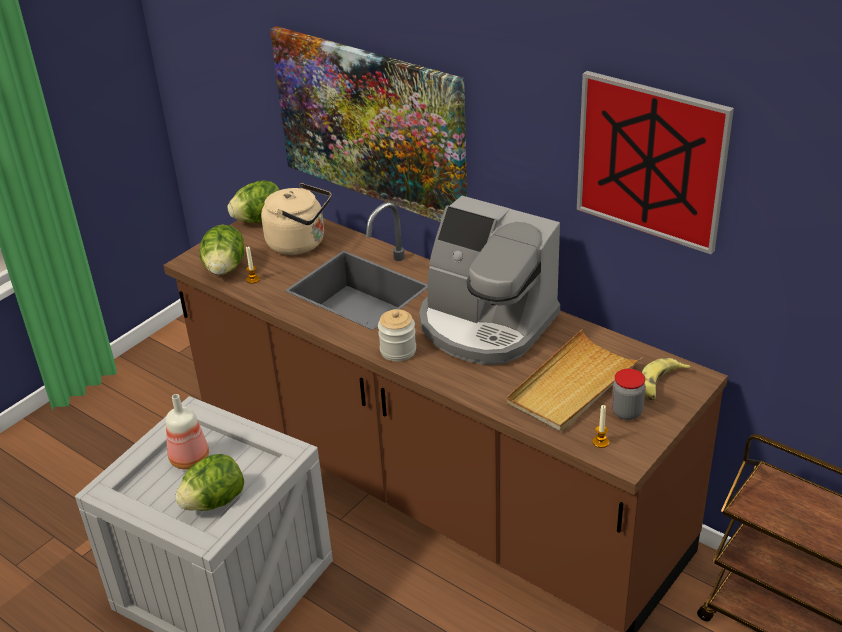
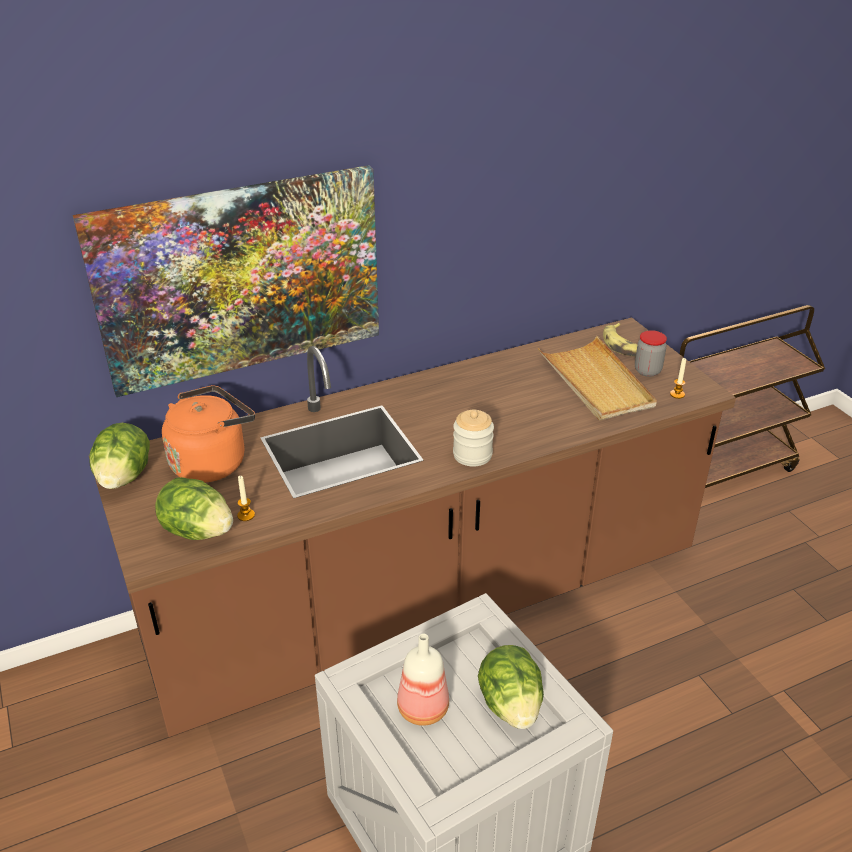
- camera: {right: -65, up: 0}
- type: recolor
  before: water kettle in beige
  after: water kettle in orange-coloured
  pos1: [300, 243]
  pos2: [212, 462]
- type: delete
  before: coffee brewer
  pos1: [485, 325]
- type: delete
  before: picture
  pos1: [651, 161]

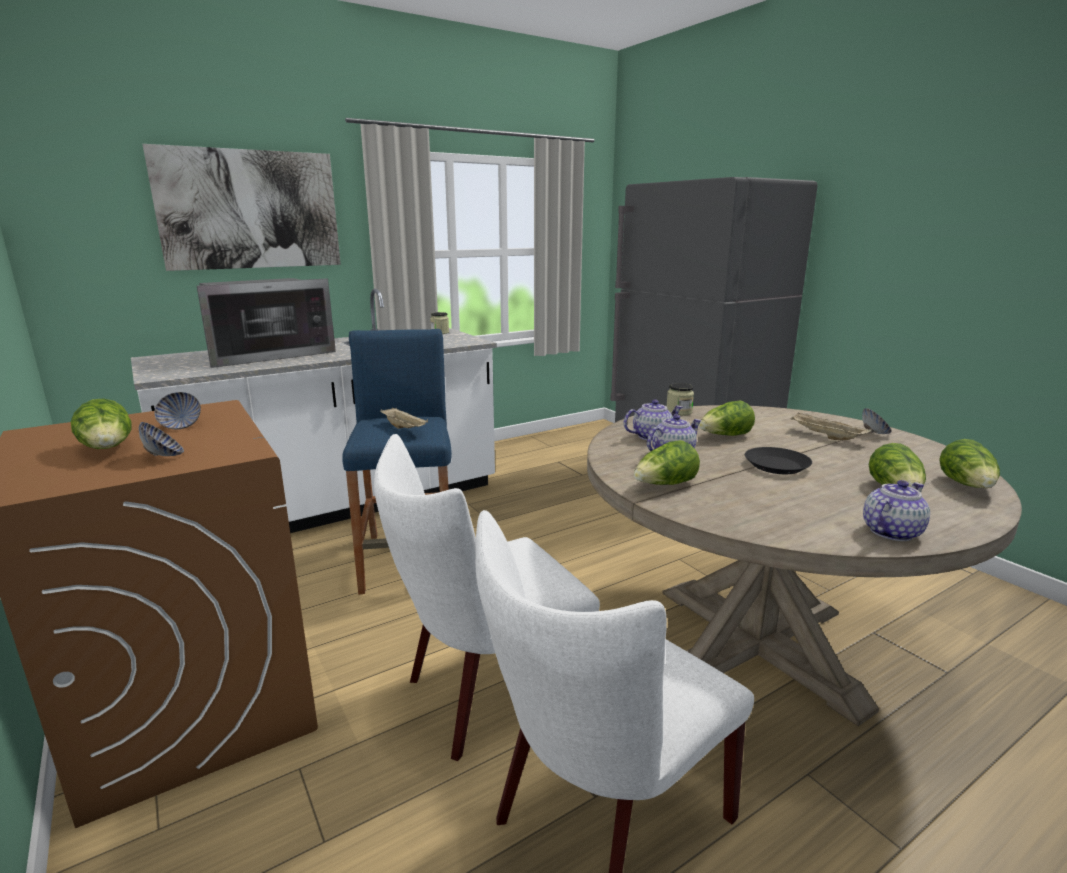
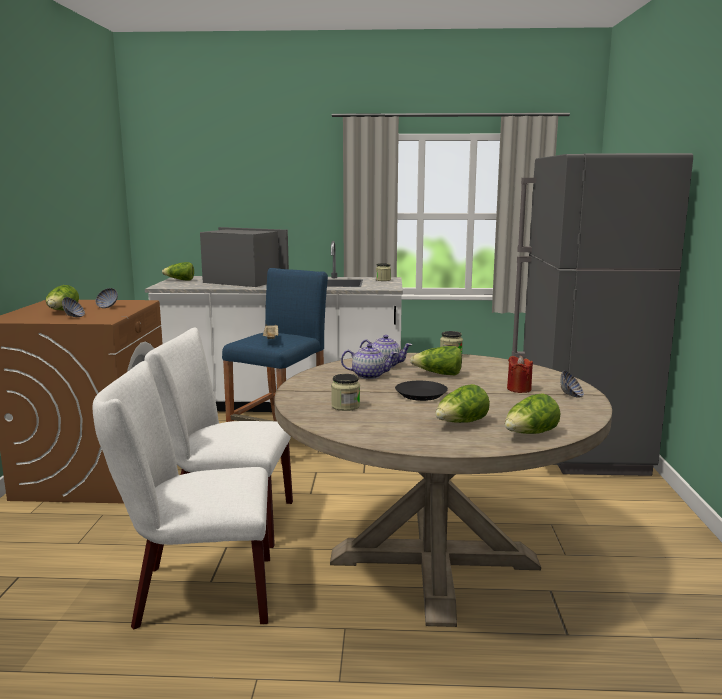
- camera: {right: 35, up: -5}
- type: move
  before: lettuce
  pos1: [665, 485]
  pos2: [180, 280]
- type: rotate
  before: kitchen microwave
  pos1: [267, 354]
  pos2: [242, 281]
  turn: -150
- type: insert
  after: storage jar
  pos2: [345, 406]
- type: replace
  before: carrying tray in beige
  after: wax light in red
  pos1: [825, 436]
  pos2: [519, 389]
- type: delete
  before: picture
  pos1: [250, 210]
- type: delete
  before: pot for tea
  pos1: [891, 531]

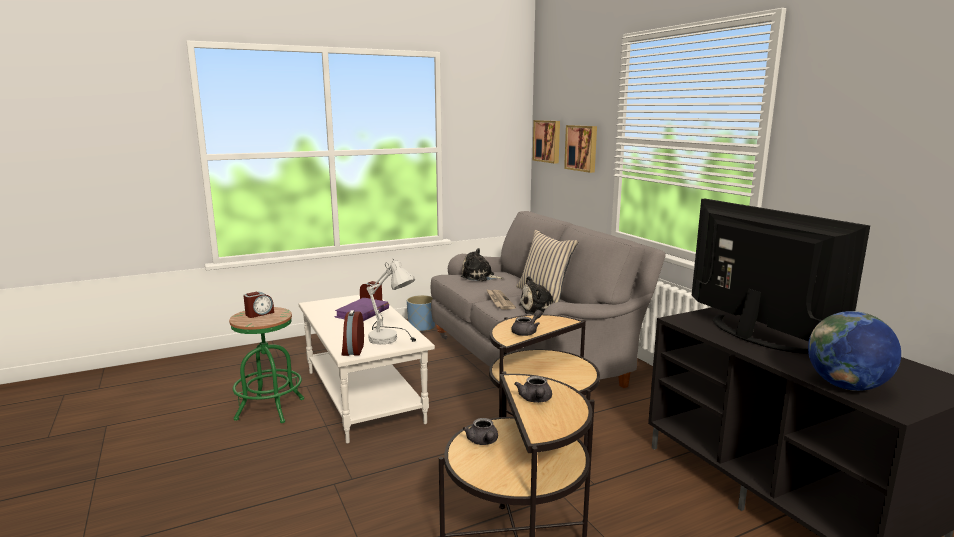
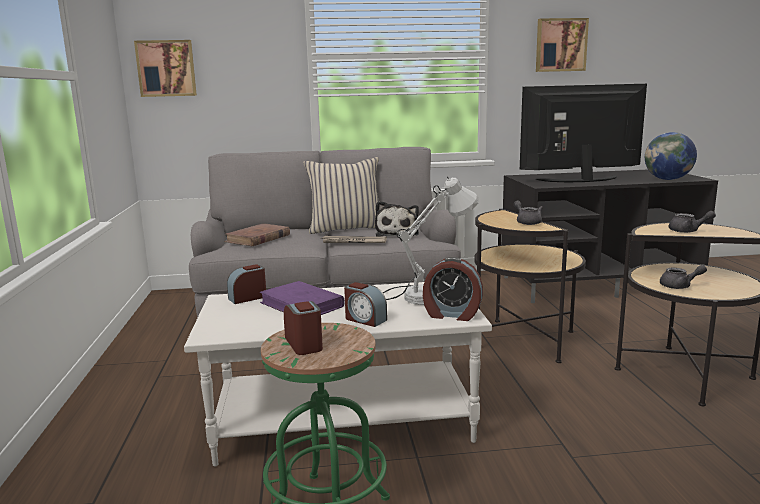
- camera: {right: -70, up: 0}
- type: replace
  before: soft toy
  after: bound book in brownish
  pos1: [479, 277]
  pos2: [258, 238]
- type: insert
  after: bedside clock
  pos2: [365, 319]
- type: move
  before: picture
  pos1: [582, 148]
  pos2: [560, 45]
- type: delete
  before: plant pot in blue-coloured
  pos1: [422, 327]

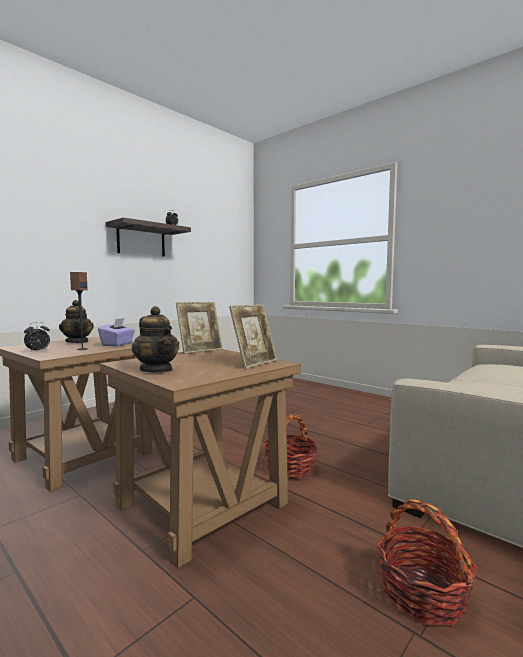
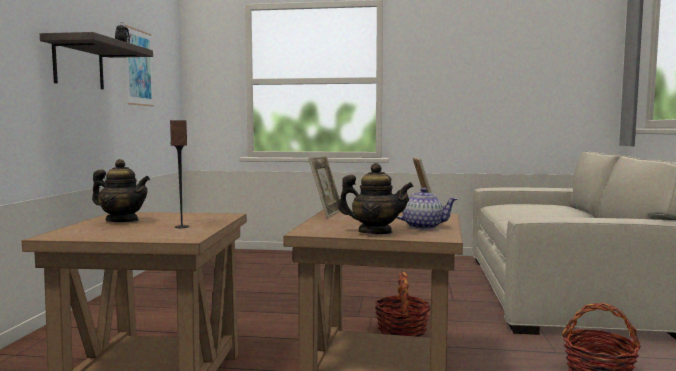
- camera: {right: -35, up: 0}
- type: insert
  after: picture
  pos2: [139, 68]
- type: insert
  after: pot for tea
  pos2: [423, 226]
- type: delete
  before: bedside clock
  pos1: [38, 351]
- type: delete
  before: box of tissues in purple
  pos1: [118, 344]

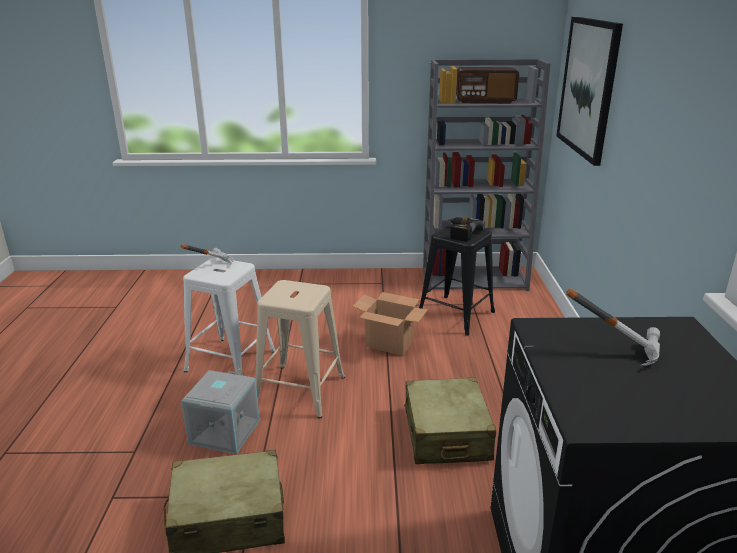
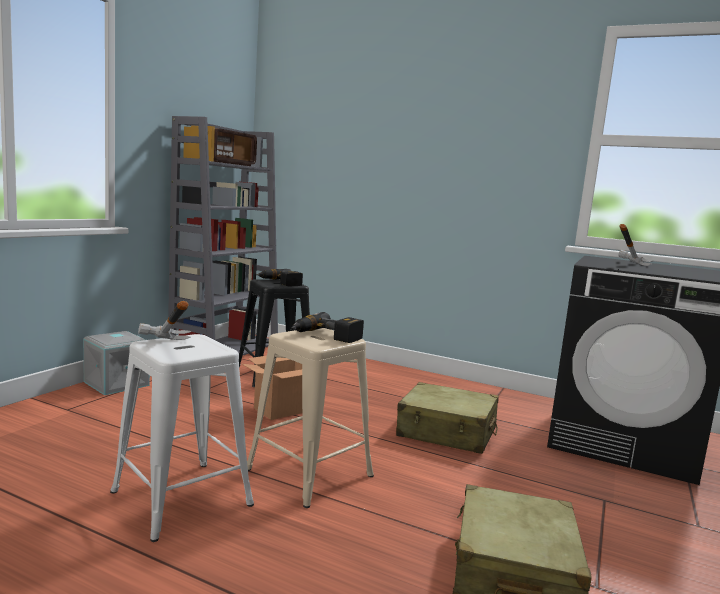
- camera: {right: -65, up: -15}
- type: move
  before: storage box in grey
  pos1: [224, 431]
  pos2: [115, 384]
- type: insert
  after: electric drill
  pos2: [326, 337]
- type: delete
  before: picture
  pos1: [588, 87]

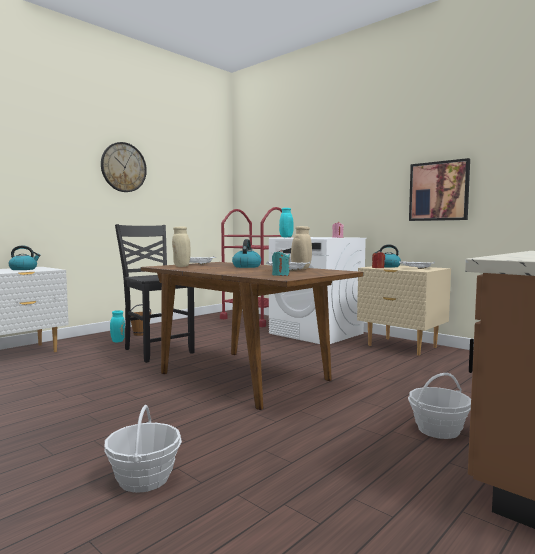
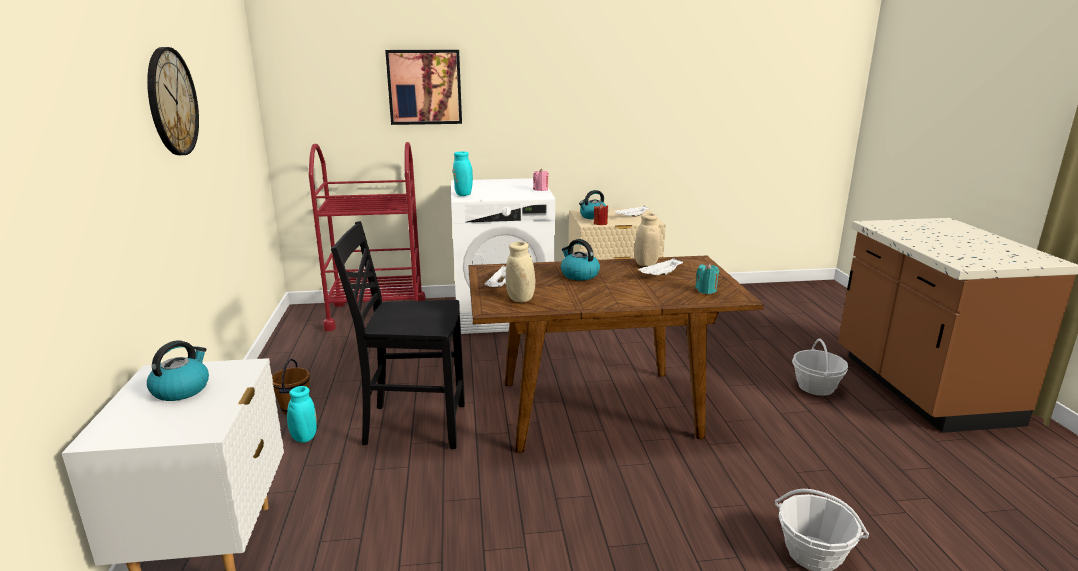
- camera: {right: -50, up: 15}
- type: move
  before: picture
  pos1: [439, 191]
  pos2: [424, 87]

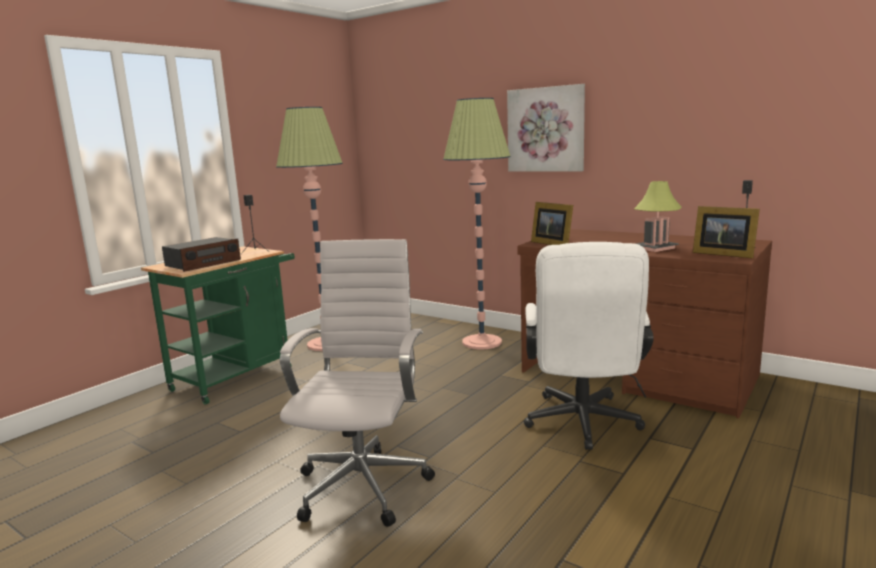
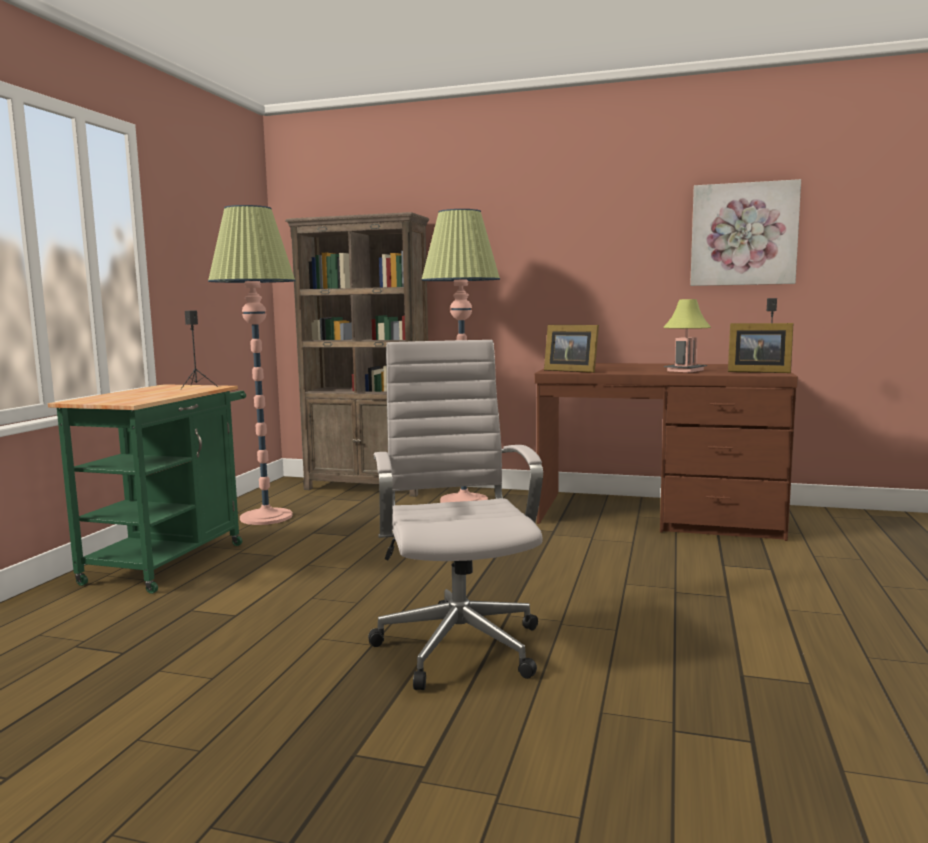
- camera: {right: -20, up: -5}
- type: insert
  after: bookshelf in brownish
  pos2: [368, 487]
- type: move
  before: picture
  pos1: [546, 129]
  pos2: [743, 234]
- type: delete
  before: radio
  pos1: [203, 263]
- type: delete
  before: office chair in white-coloured
  pos1: [582, 425]

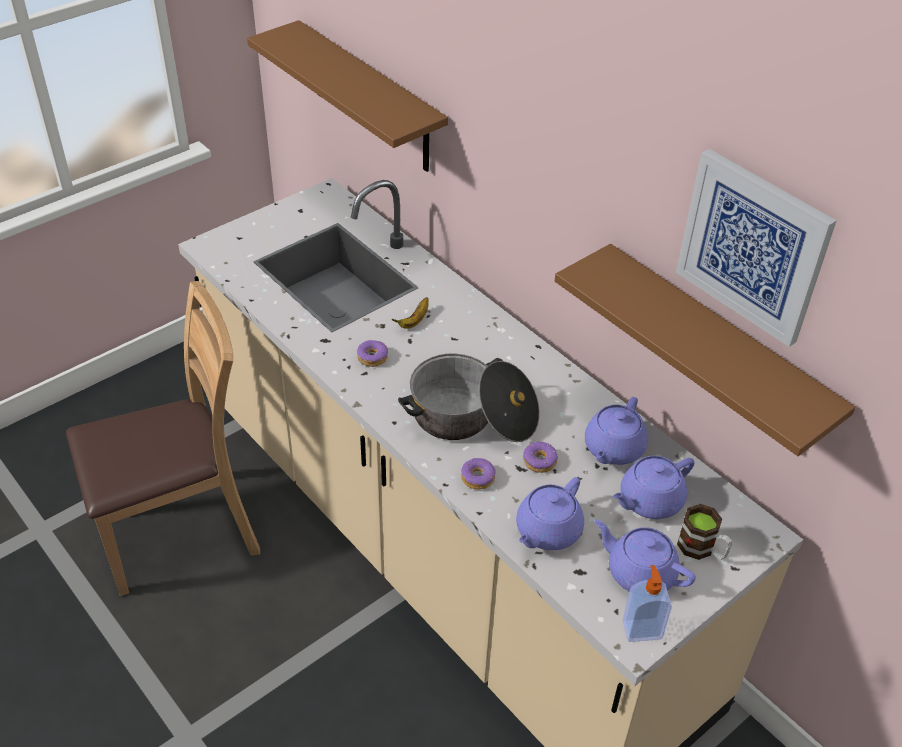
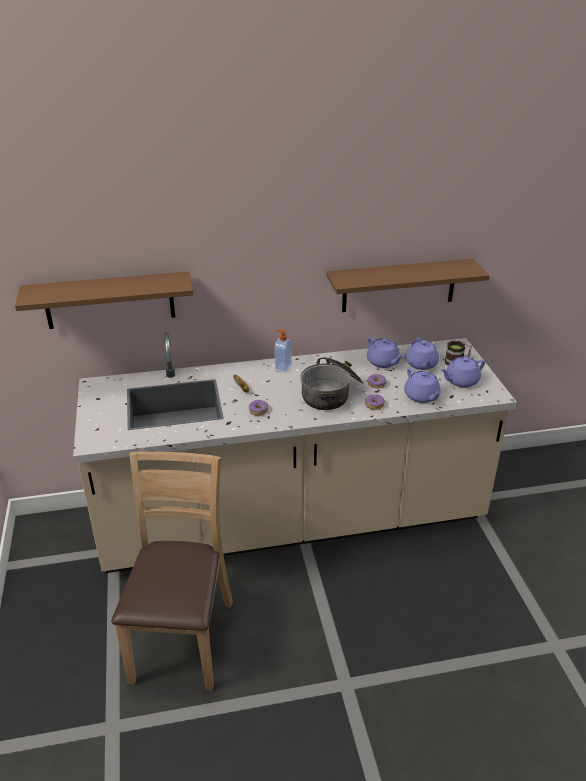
- camera: {right: -60, up: -10}
- type: move
  before: liquid soap bottle
  pos1: [641, 628]
  pos2: [282, 367]
- type: delete
  before: picture
  pos1: [753, 246]

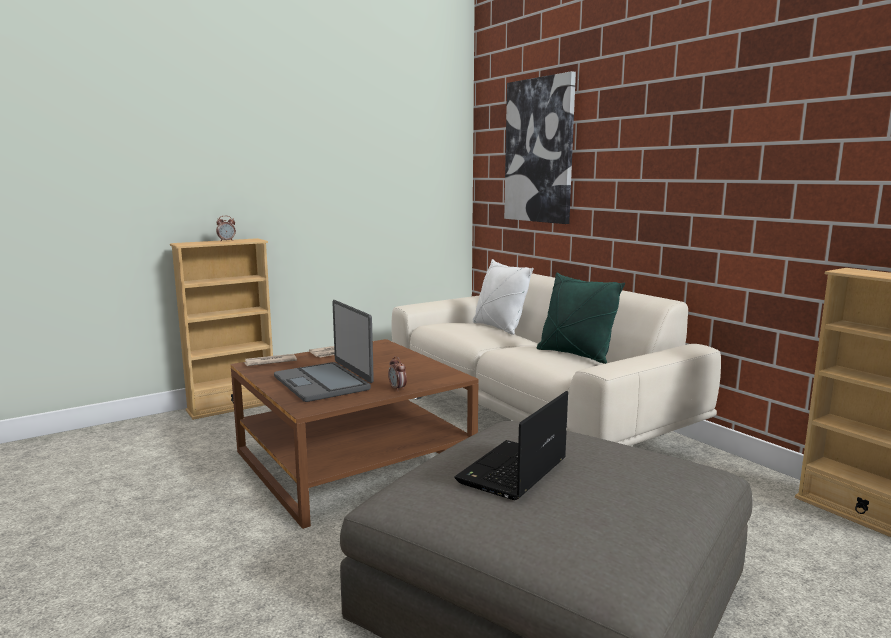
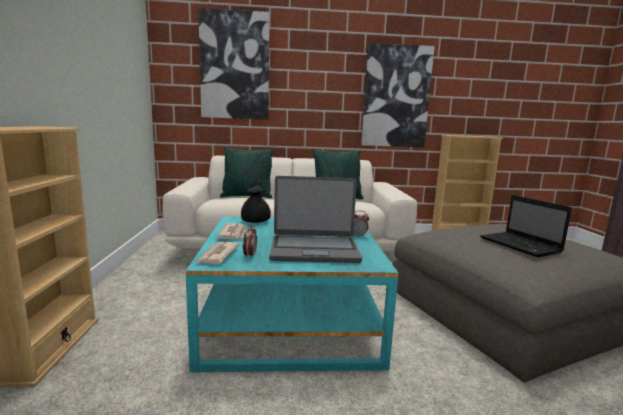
- camera: {right: -60, up: 0}
- type: recolor
  before: coffee table in brownish
  after: coffee table in turquoise-coloured
  pos1: [353, 462]
  pos2: [290, 319]
- type: recolor
  before: cushion in white-coloured
  after: cushion in greenish
  pos1: [499, 328]
  pos2: [247, 197]
- type: insert
  after: pot for tea in blackish
  pos2: [256, 220]
- type: move
  before: bedside clock
  pos1: [226, 241]
  pos2: [250, 256]
- type: insert
  after: picture
  pos2: [396, 97]

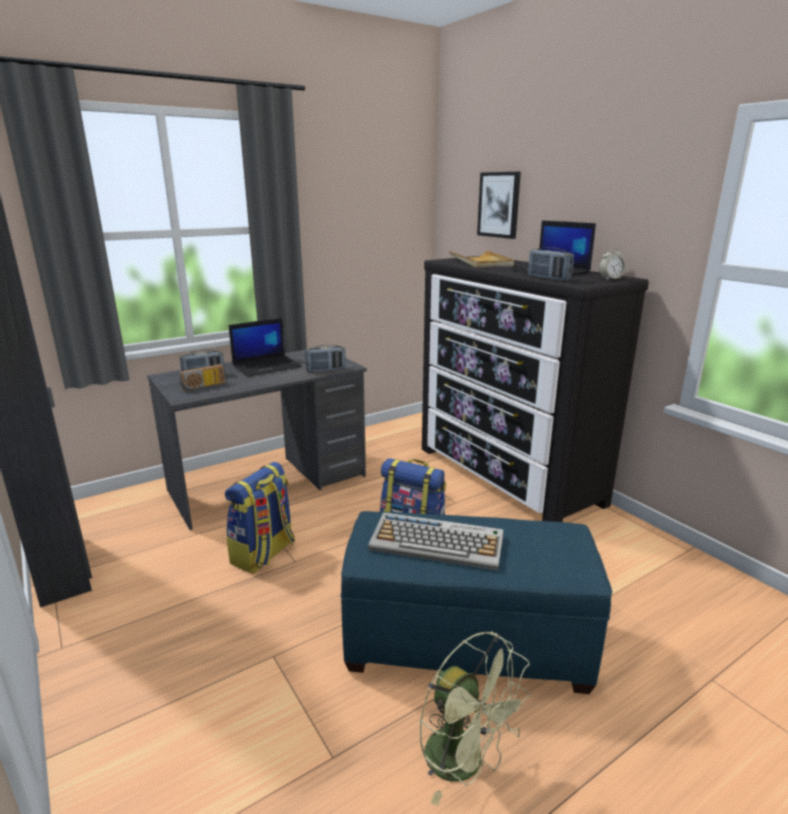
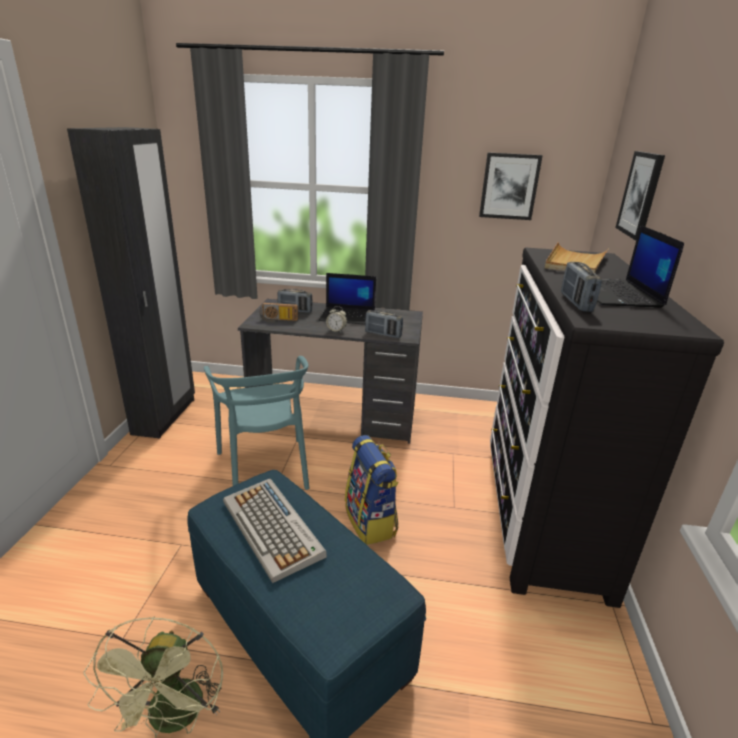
- camera: {right: 40, up: 5}
- type: replace
  before: backpack
  after: chair in turquoise-coloured
  pos1: [264, 554]
  pos2: [265, 468]
- type: move
  before: bedside clock
  pos1: [610, 279]
  pos2: [336, 330]
- type: insert
  after: picture
  pos2: [509, 186]

